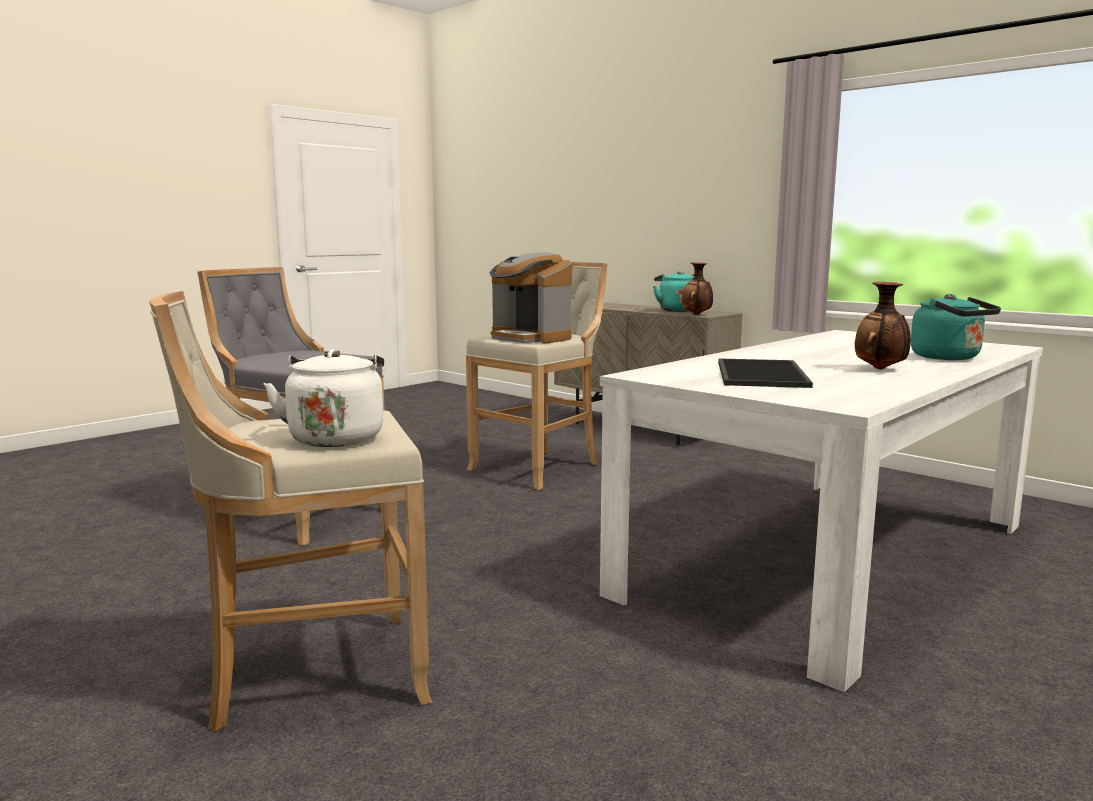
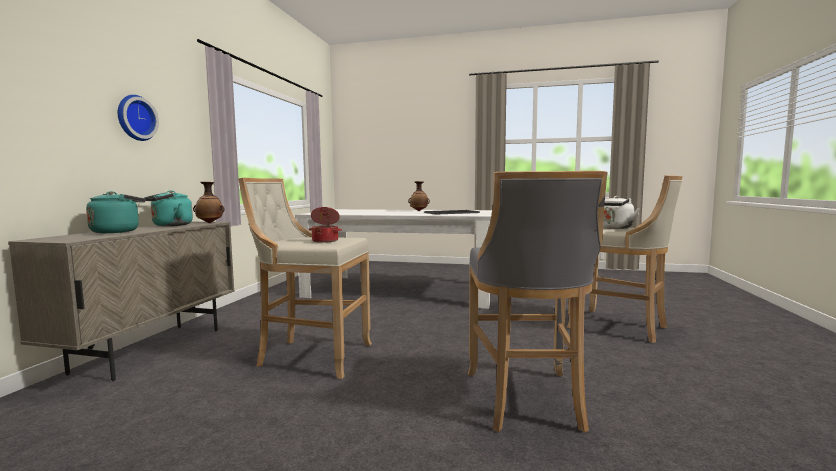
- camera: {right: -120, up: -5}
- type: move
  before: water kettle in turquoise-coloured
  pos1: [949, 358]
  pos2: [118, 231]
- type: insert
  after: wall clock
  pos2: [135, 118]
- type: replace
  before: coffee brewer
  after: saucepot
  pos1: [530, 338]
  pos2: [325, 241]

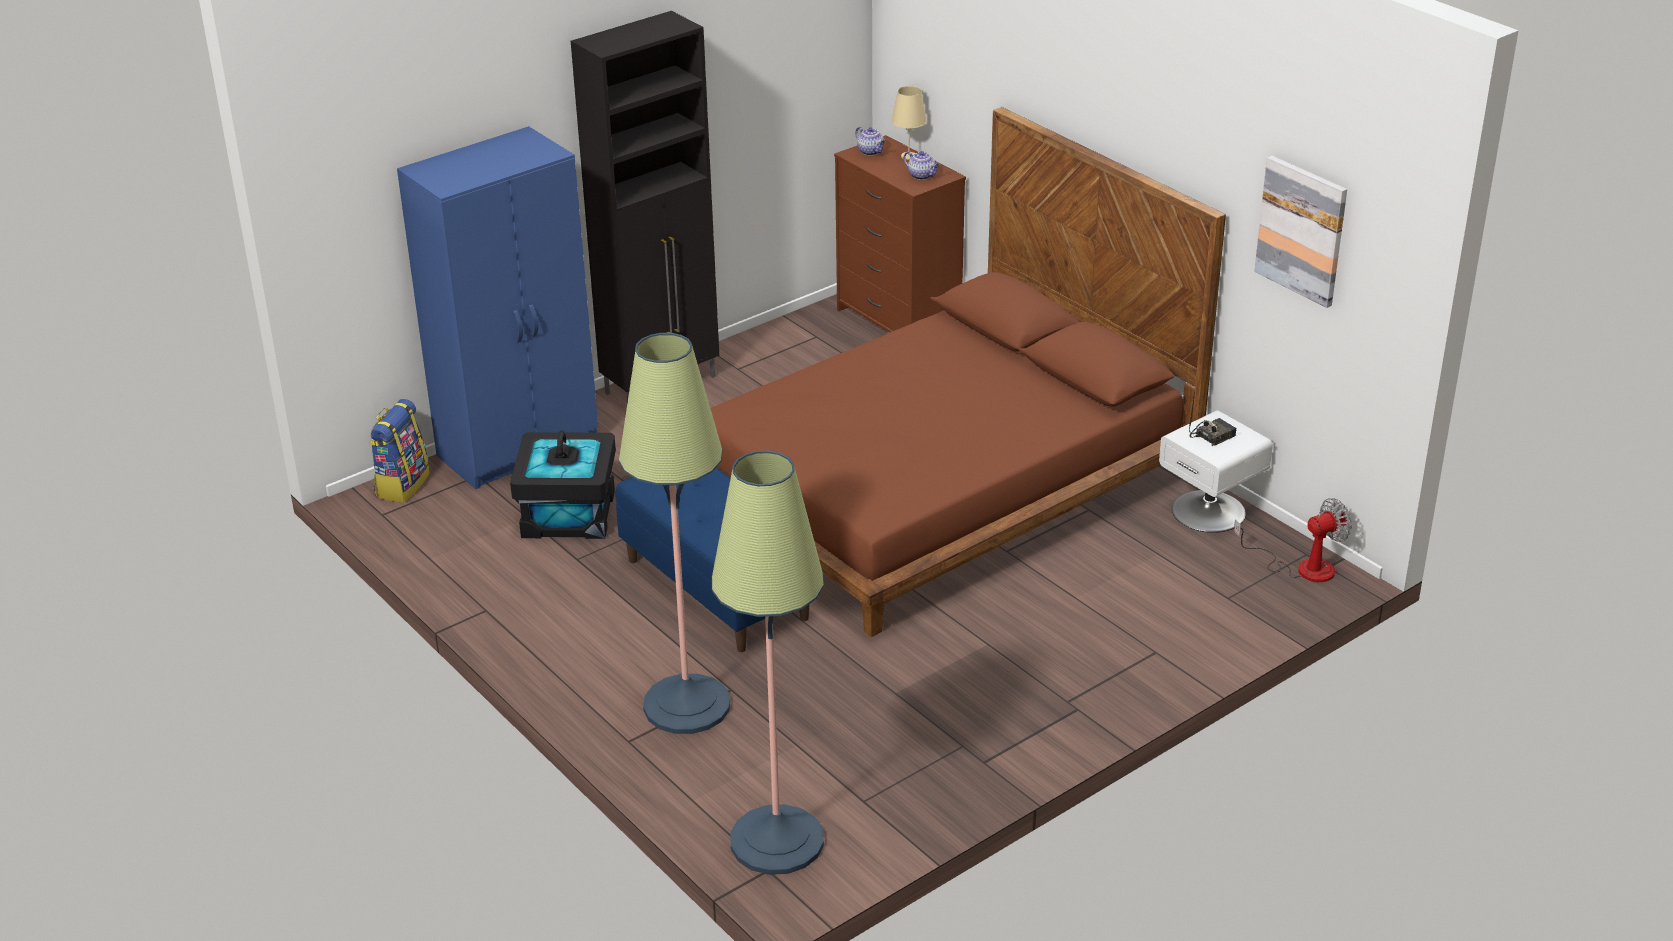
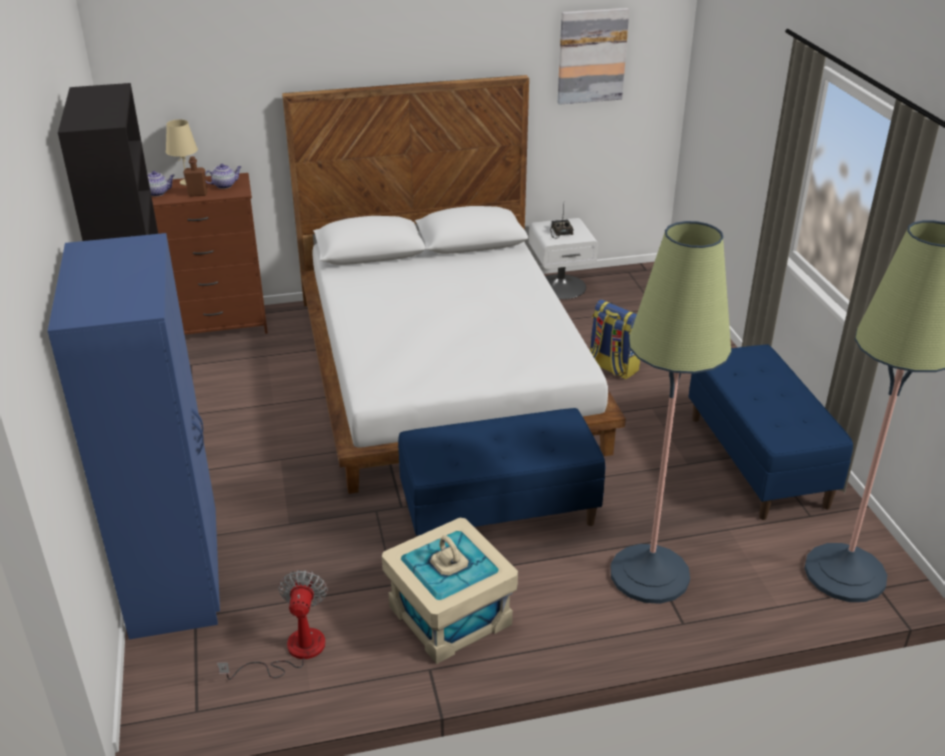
- camera: {right: -65, up: 0}
- type: insert
  after: drink bottle in brownish
  pos2: [197, 194]
- type: move
  before: cooling fan
  pos1: [1302, 567]
  pos2: [293, 651]
- type: recolor
  before: bedroom bed in brownish
  after: bedroom bed in white-coloured
  pos1: [939, 485]
  pos2: [446, 371]
- type: insert
  after: storage box in beige
  pos2: [449, 616]
- type: move
  before: backpack
  pos1: [402, 485]
  pos2: [612, 367]
- type: insert
  after: long seat in blue-coloured
  pos2: [758, 461]
- type: delete
  before: storage box in blackish
  pos1: [569, 514]

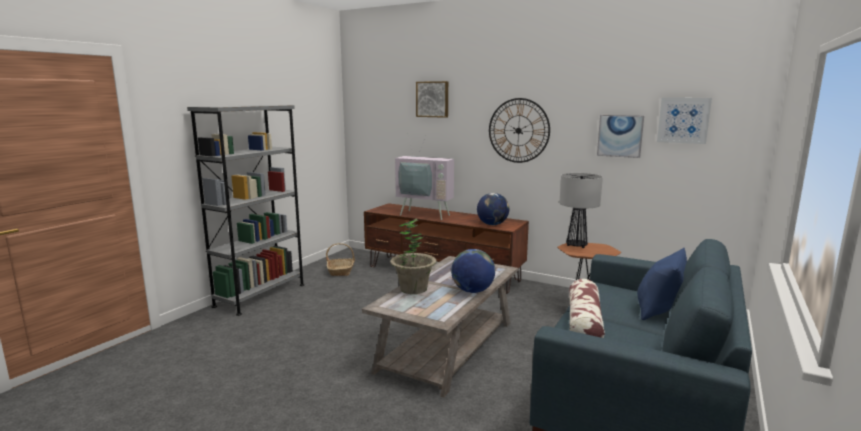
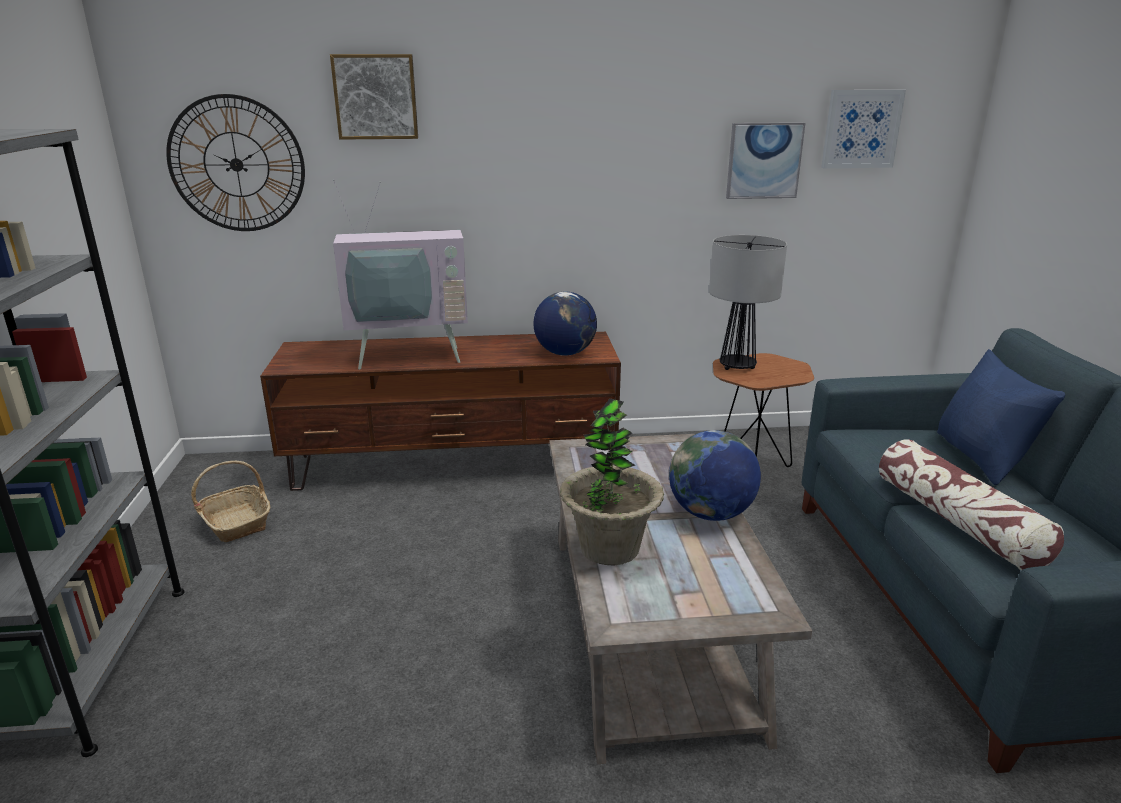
- camera: {right: -35, up: 10}
- type: move
  before: wall clock
  pos1: [518, 130]
  pos2: [236, 164]

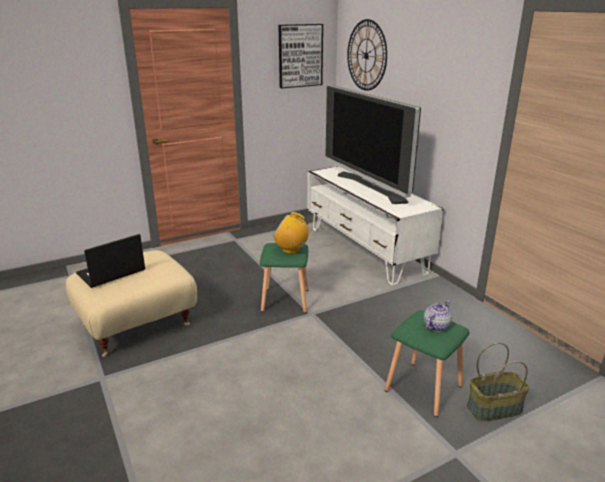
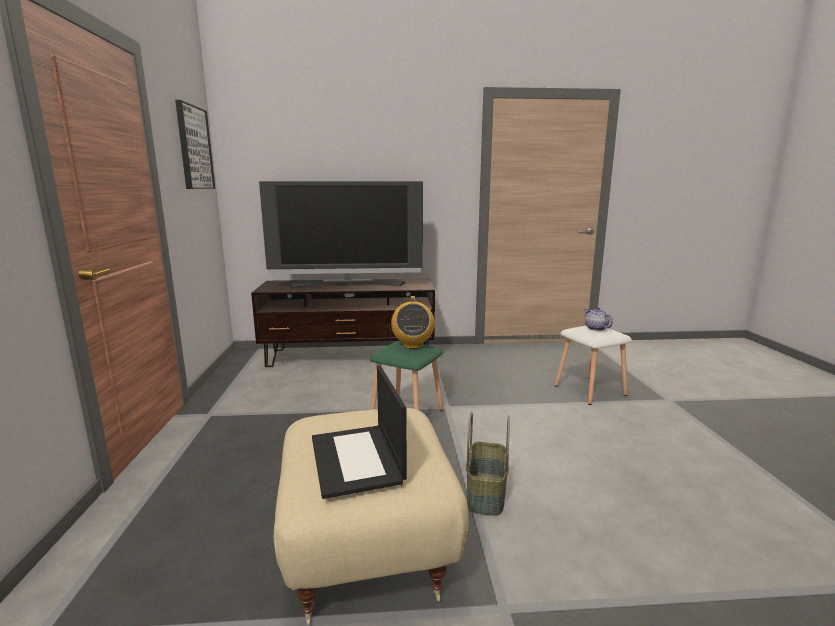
- camera: {right: -65, up: -10}
- type: recolor
  before: tv unit in white-coloured
  after: tv unit in brownish
  pos1: [365, 250]
  pos2: [350, 356]
- type: rotate
  before: radio
  pos1: [291, 250]
  pos2: [412, 345]
  turn: -45
- type: move
  before: basket
  pos1: [494, 408]
  pos2: [485, 493]
- type: recolor
  before: sitting stool in greenish
  after: sitting stool in white-coloured
  pos1: [422, 388]
  pos2: [589, 390]
- type: delete
  before: wall clock
  pos1: [366, 55]

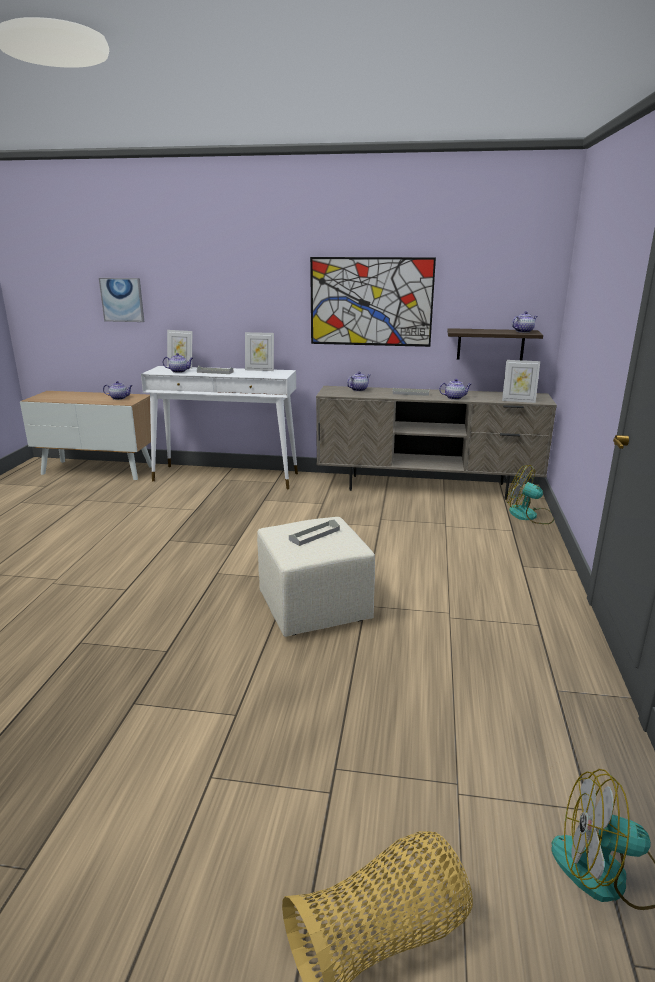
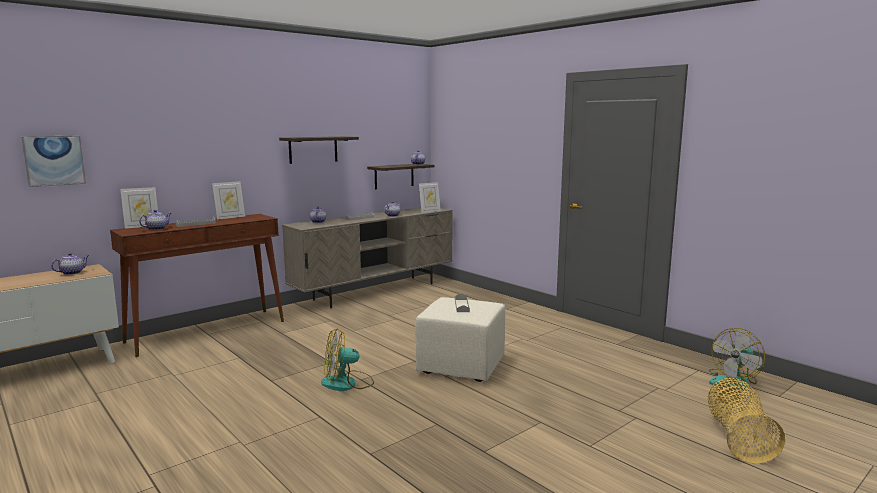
- camera: {right: -50, up: -10}
- type: recolor
  before: console table in white-coloured
  after: console table in brownish
  pos1: [226, 477]
  pos2: [208, 331]
- type: replace
  before: picture
  after: bracket shelf
  pos1: [371, 302]
  pos2: [313, 149]
- type: move
  before: cooling fan
  pos1: [529, 515]
  pos2: [347, 383]

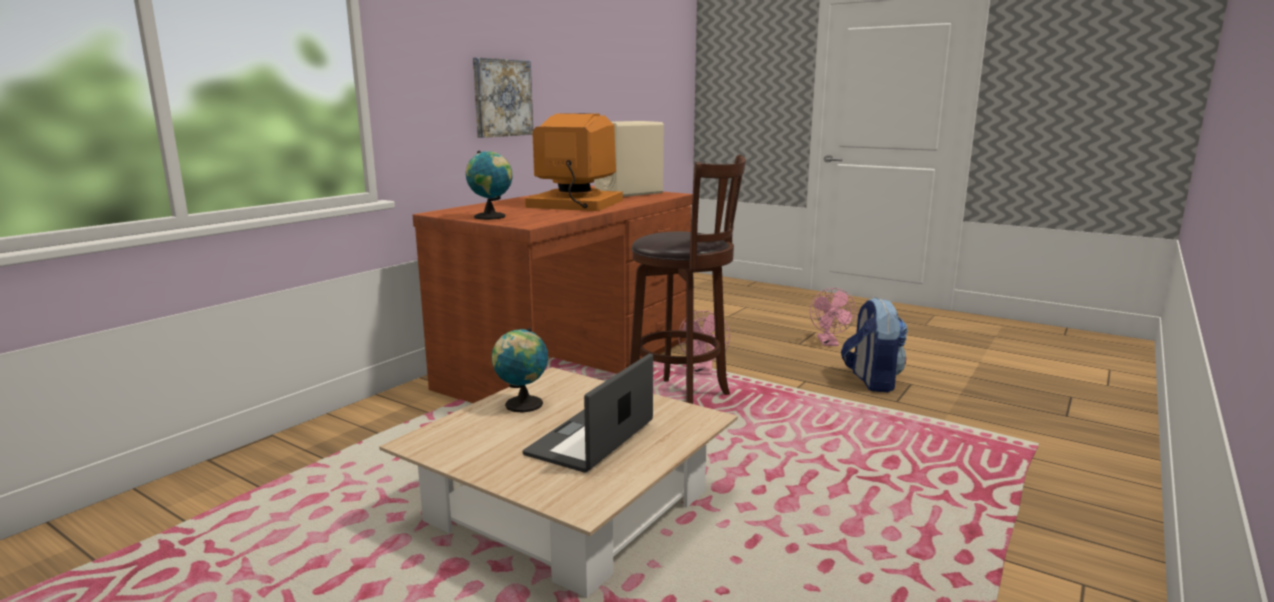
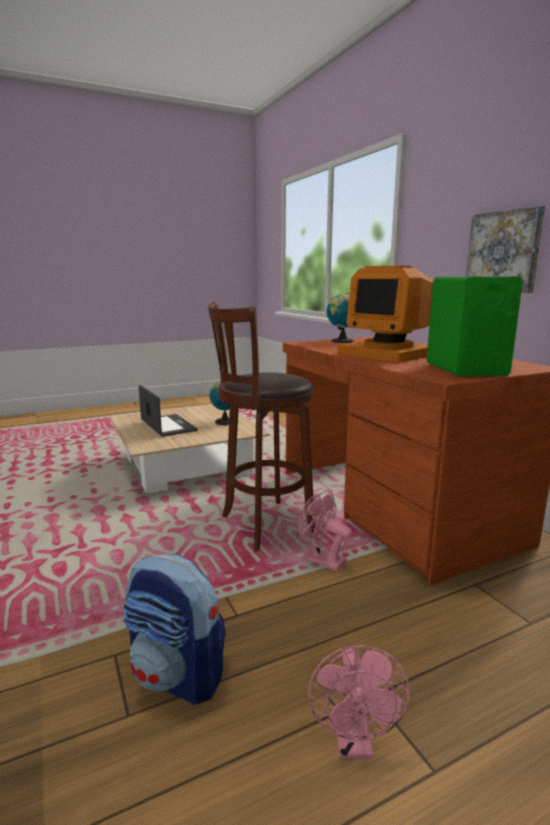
- camera: {right: 120, up: 0}
- type: rotate
  before: cooling fan in pink-coloured
  pos1: [829, 343]
  pos2: [354, 743]
  turn: -120
- type: rotate
  before: computer screen
  pos1: [574, 204]
  pos2: [389, 353]
  turn: 90
- type: recolor
  before: speaker in beige
  after: speaker in greenish
  pos1: [629, 193]
  pos2: [465, 369]

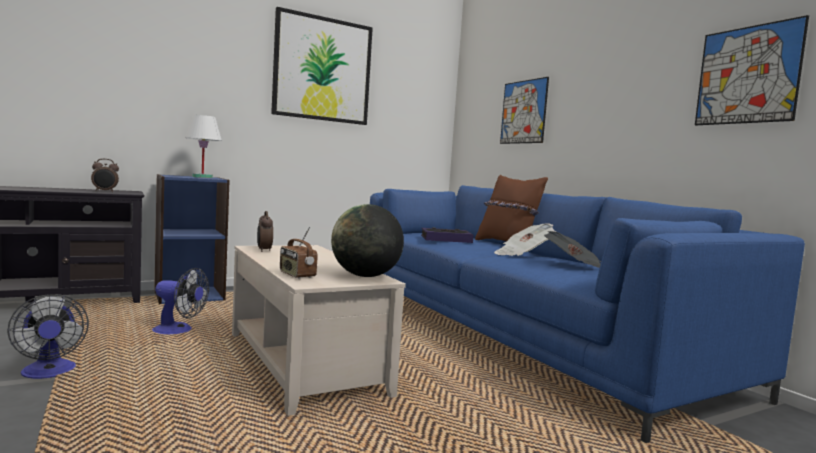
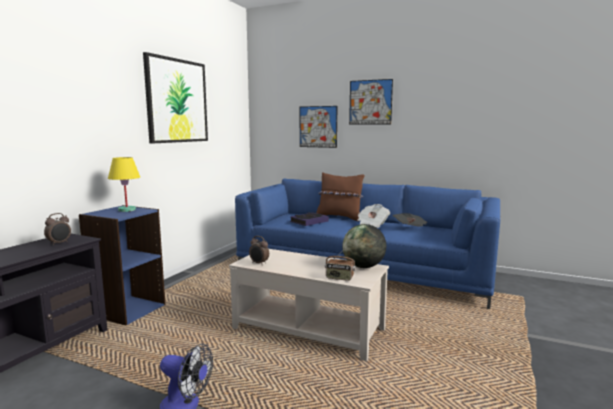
- camera: {right: -35, up: 5}
- type: recolor
  before: tabletop lamp in white-coloured
  after: tabletop lamp in yellowish
  pos1: [202, 177]
  pos2: [127, 210]
- type: move
  before: picture
  pos1: [747, 75]
  pos2: [370, 102]
- type: delete
  before: cooling fan
  pos1: [178, 331]

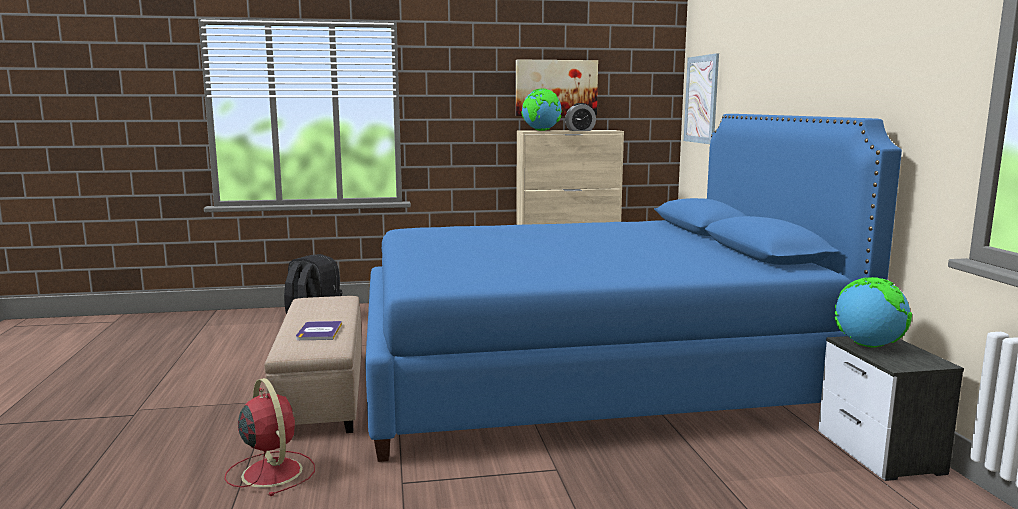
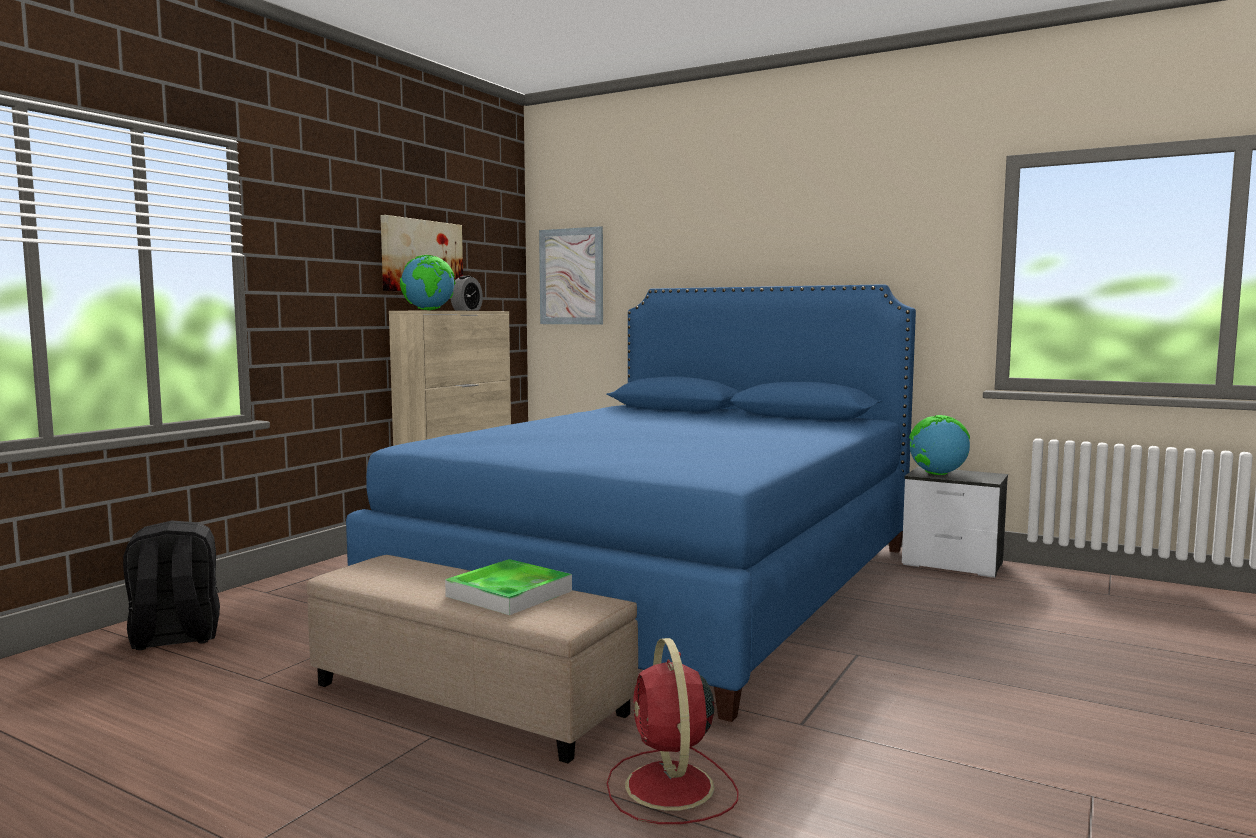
- camera: {right: -50, up: -5}
- type: replace
  before: bound book
  after: carrying tray
  pos1: [319, 332]
  pos2: [509, 593]
- type: rotate
  before: cooling fan in red
  pos1: [271, 471]
  pos2: [670, 788]
  turn: -105

